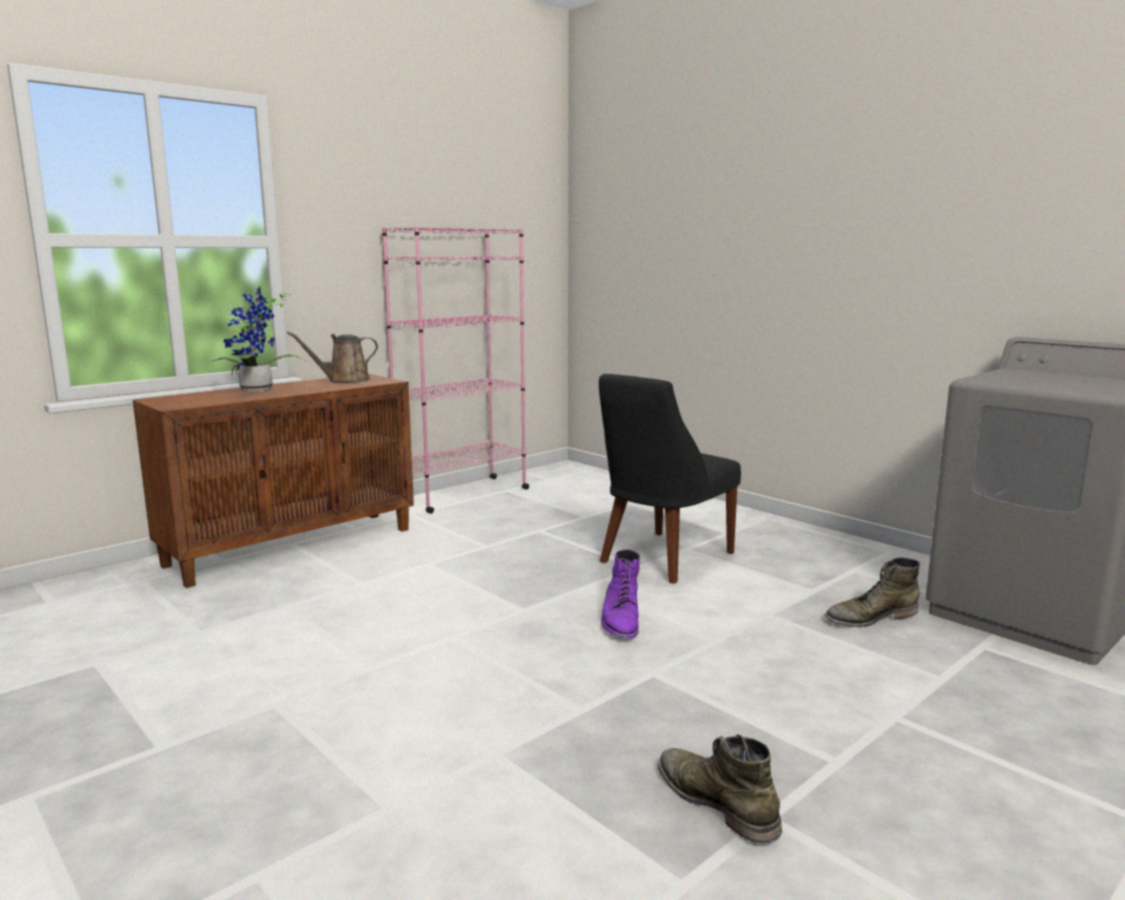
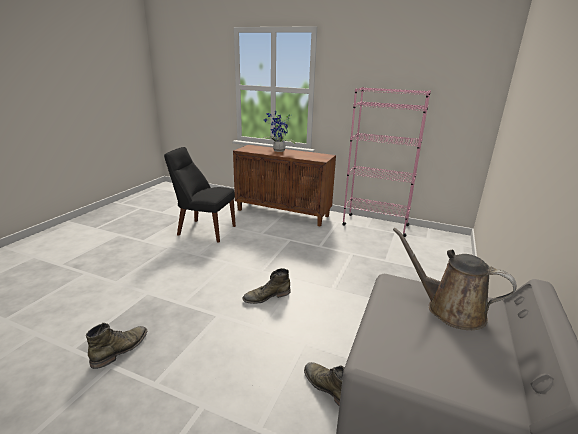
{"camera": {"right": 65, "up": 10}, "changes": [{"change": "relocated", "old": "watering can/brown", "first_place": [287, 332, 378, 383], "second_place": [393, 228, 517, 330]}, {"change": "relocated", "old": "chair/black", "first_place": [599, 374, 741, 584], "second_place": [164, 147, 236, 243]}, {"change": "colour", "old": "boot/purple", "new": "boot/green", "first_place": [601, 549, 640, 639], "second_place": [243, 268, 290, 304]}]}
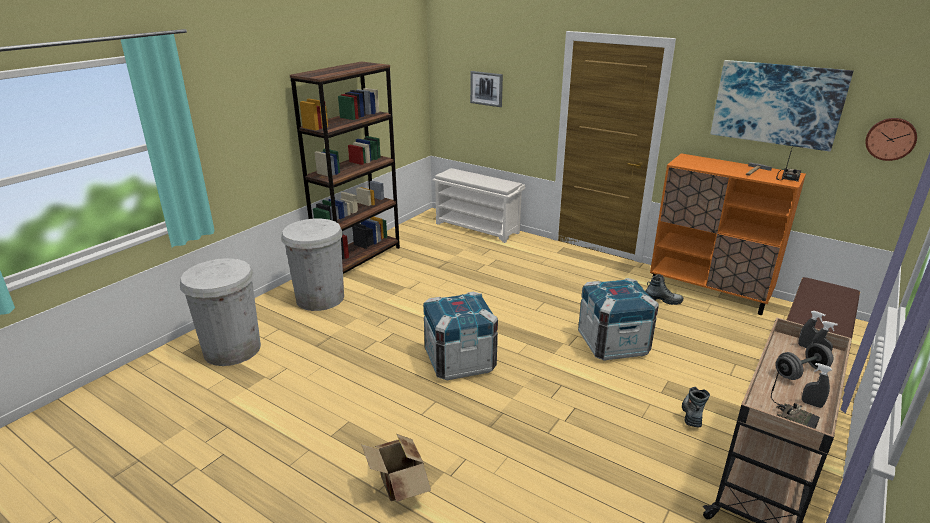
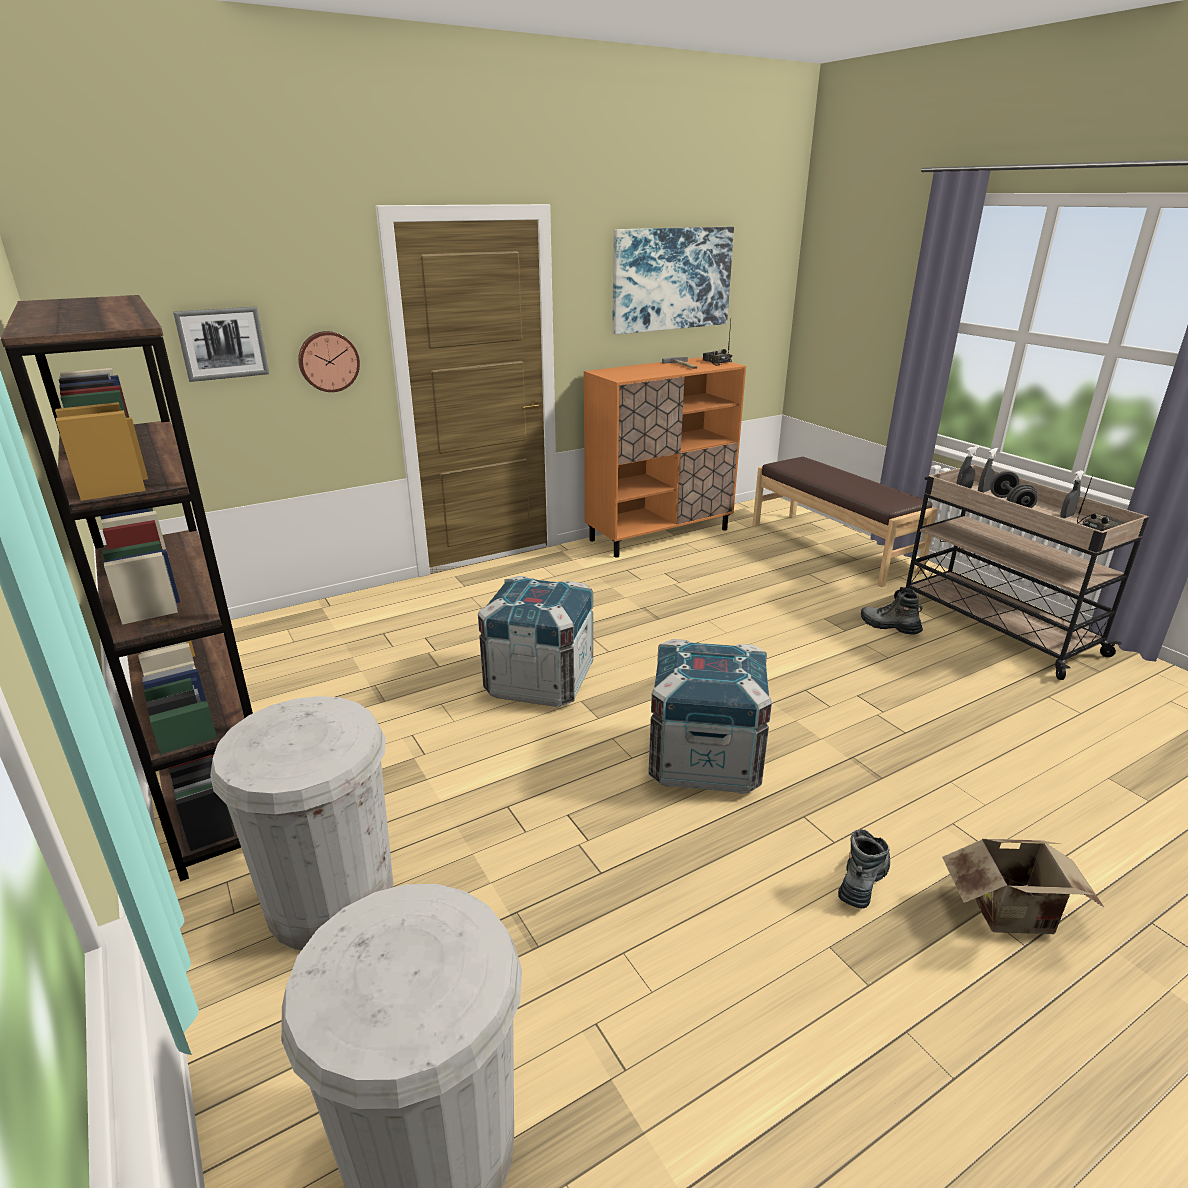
{"camera": {"right": -65, "up": 0}, "changes": [{"change": "relocated", "old": "wall clock", "first_place": [865, 118, 917, 161], "second_place": [298, 331, 360, 392]}, {"change": "missing", "old": "shoe rack/white", "first_place": [432, 168, 525, 243]}, {"change": "relocated", "old": "boot", "first_place": [645, 274, 683, 305], "second_place": [838, 829, 890, 909]}, {"change": "relocated", "old": "crate", "first_place": [578, 278, 659, 361], "second_place": [478, 576, 593, 707]}]}
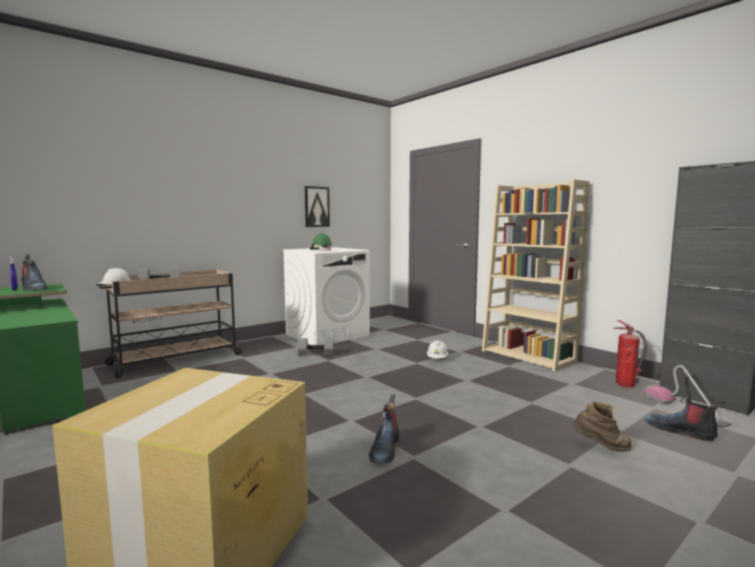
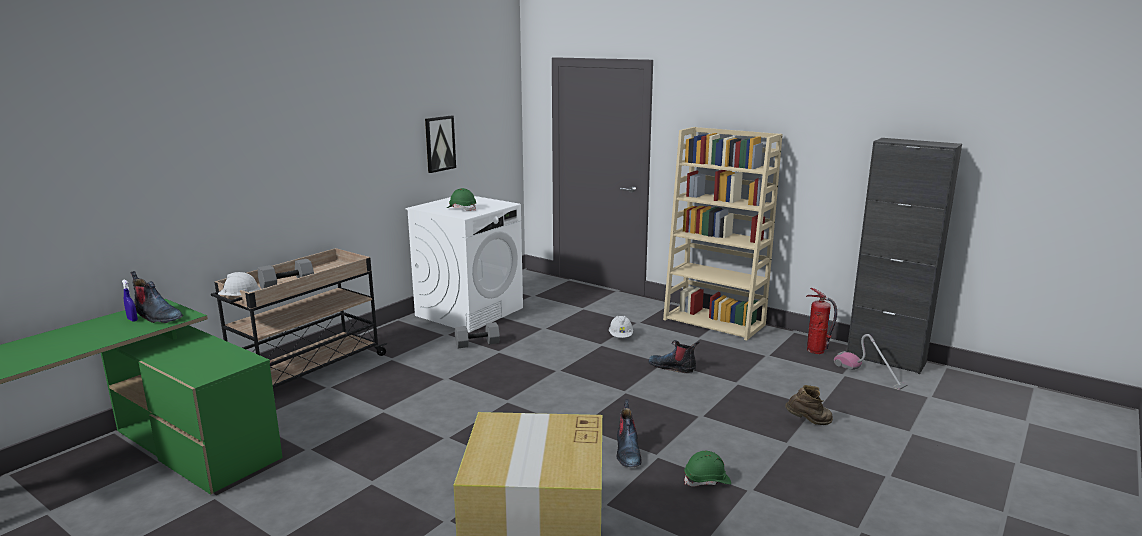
{"camera": {"right": -15, "up": 10}, "changes": [{"change": "relocated", "old": "boot", "first_place": [645, 397, 725, 441], "second_place": [648, 340, 700, 373]}, {"change": "appeared", "new": "hard hat/green", "second_place": [684, 451, 731, 487]}]}
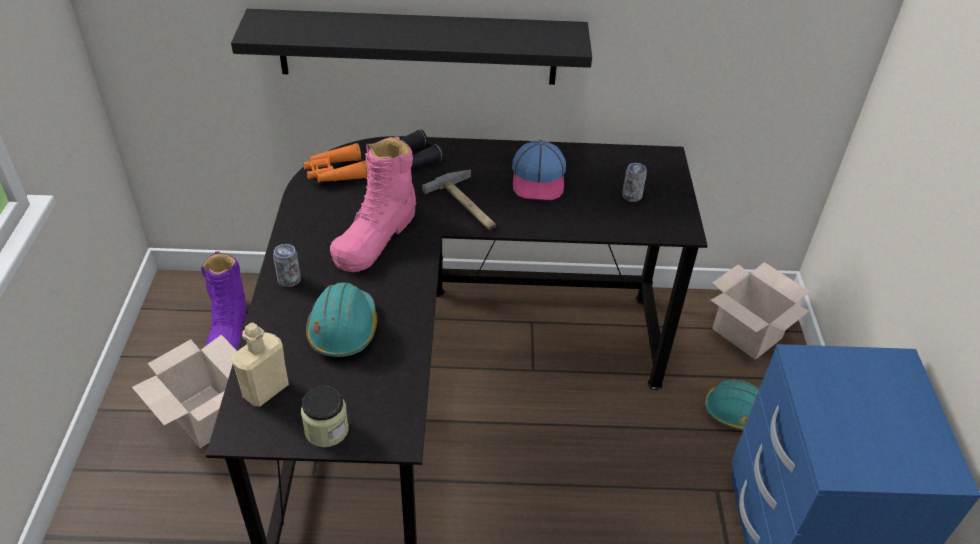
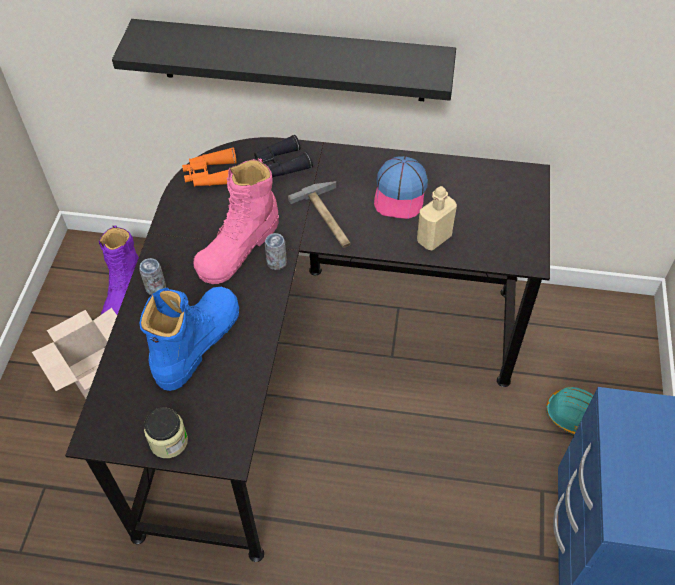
{"camera": {"right": 10, "up": 10}, "changes": [{"change": "relocated", "old": "can", "first_place": [622, 163, 647, 202], "second_place": [265, 233, 287, 270]}, {"change": "missing", "old": "cardboard box", "first_place": [711, 262, 810, 360]}, {"change": "exchanged", "old": "hard hat/turquoise", "new": "boot/blue", "first_place": [306, 283, 377, 357], "second_place": [139, 287, 239, 391]}, {"change": "relocated", "old": "bottle/beige", "first_place": [231, 322, 289, 407], "second_place": [417, 186, 457, 251]}]}
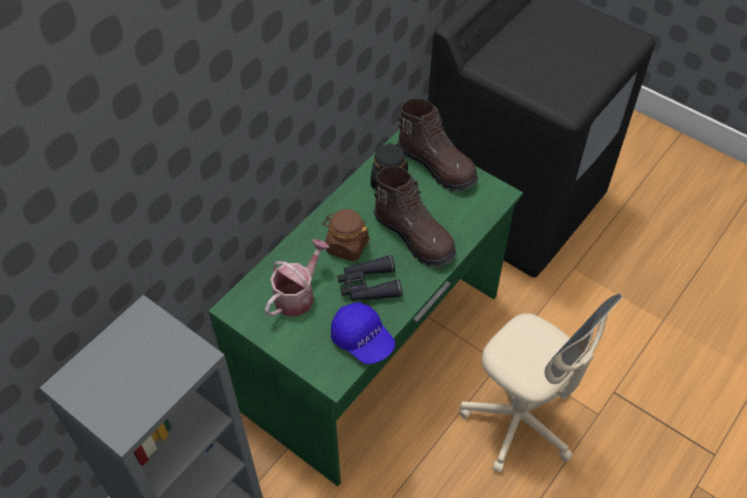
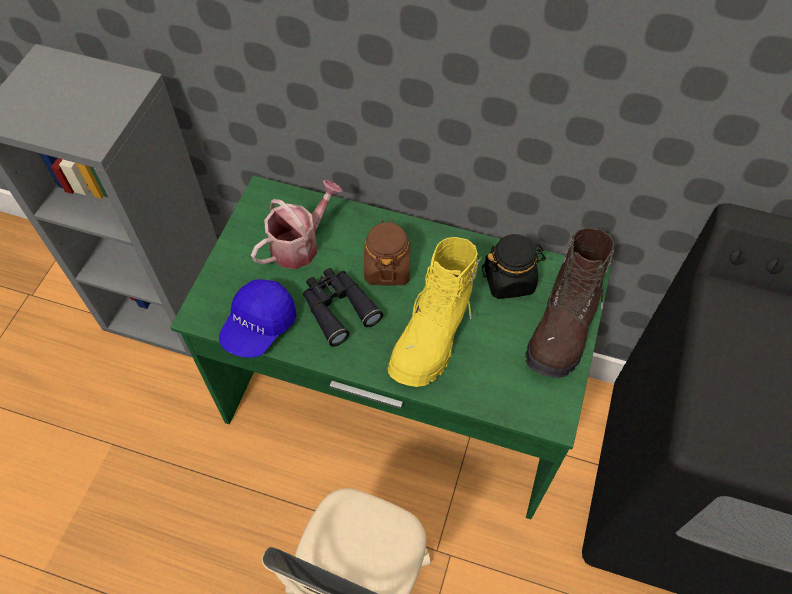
{"camera": {"right": 70, "up": 5}, "changes": [{"change": "colour", "old": "boot/brown", "new": "boot/yellow", "first_place": [374, 166, 456, 268], "second_place": [388, 237, 482, 387]}, {"change": "spun", "old": "watering can", "first_place": [265, 239, 329, 316], "second_place": [251, 180, 343, 269], "degrees": -60}]}
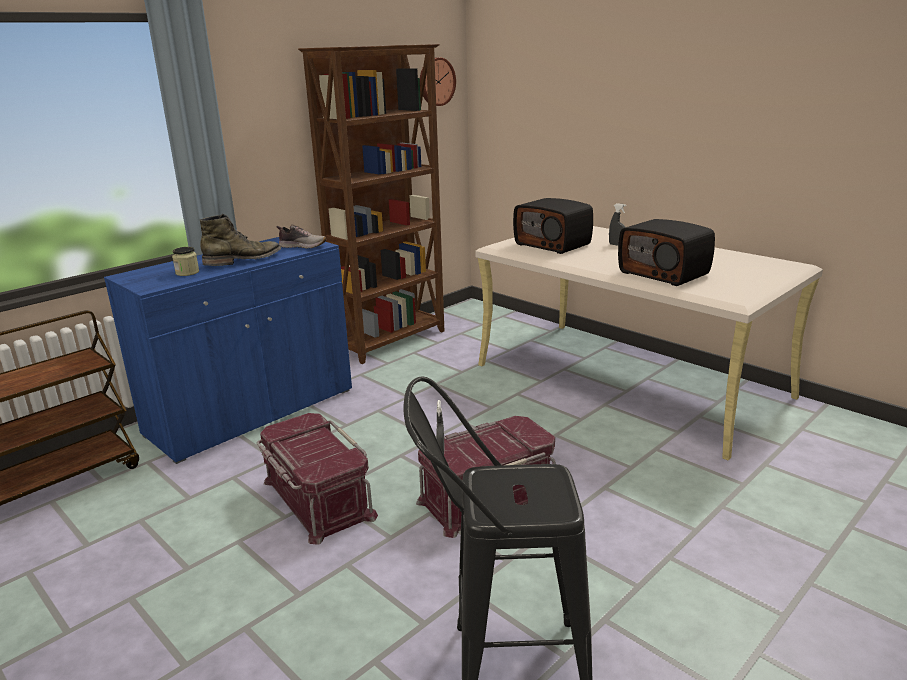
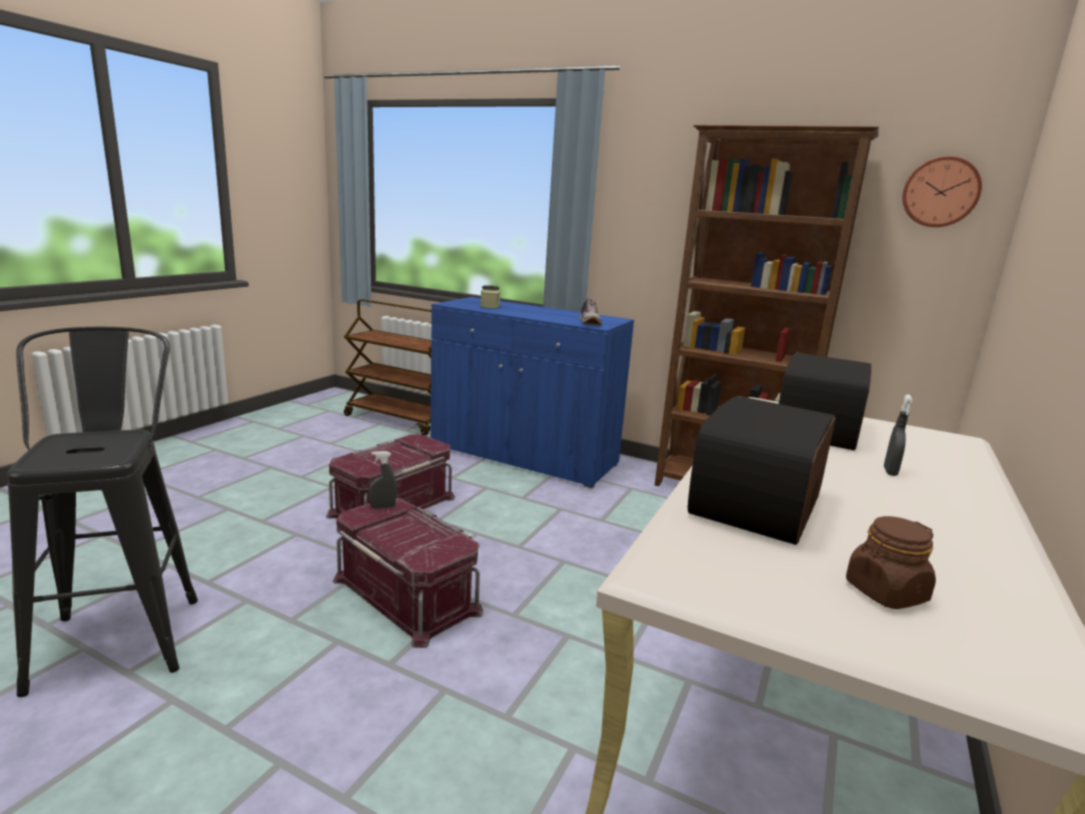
{"camera": {"right": 70, "up": -5}, "changes": [{"change": "missing", "old": "boot/green", "first_place": [200, 214, 281, 266]}, {"change": "appeared", "new": "jar/brown", "second_place": [846, 516, 936, 609]}]}
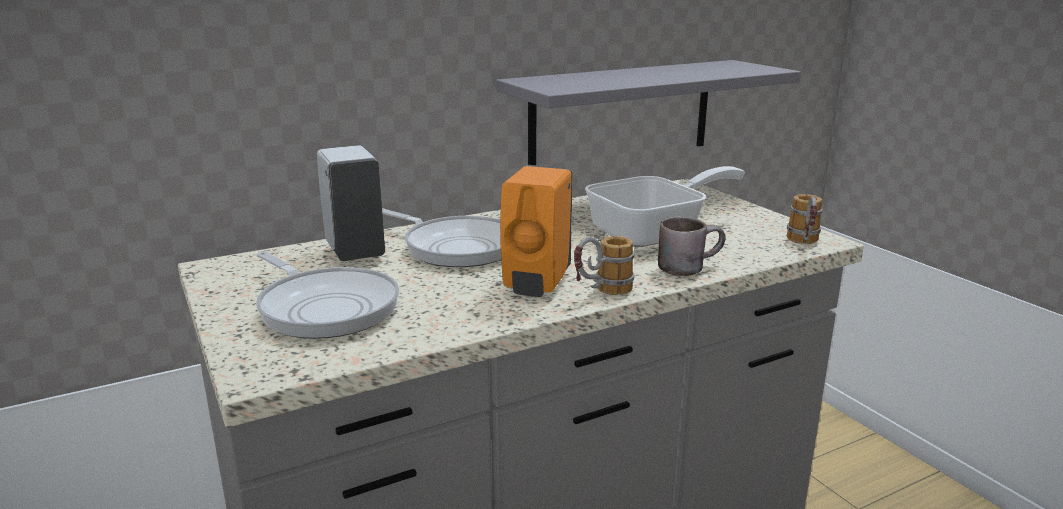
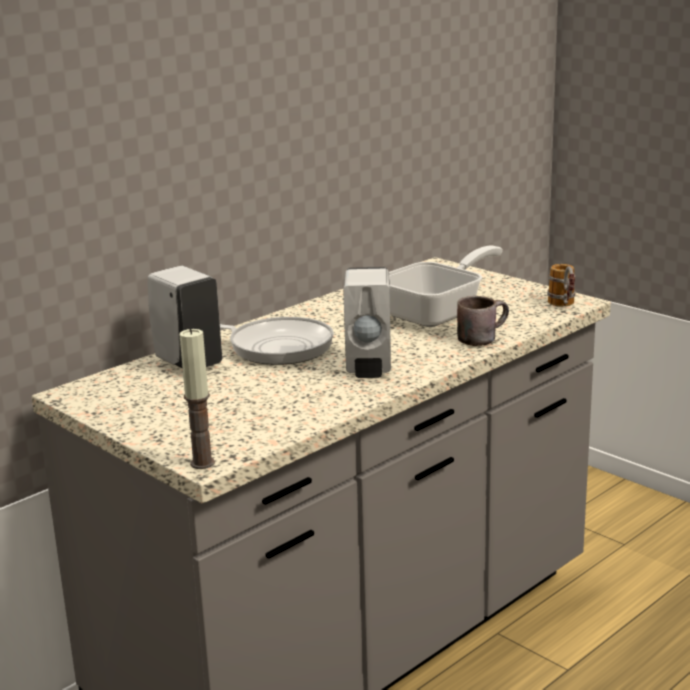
{"camera": {"right": -15, "up": 0}, "changes": [{"change": "missing", "old": "shelf/grey", "first_place": [496, 60, 801, 165]}, {"change": "colour", "old": "soap dispenser/orange", "new": "soap dispenser/white", "first_place": [500, 165, 573, 297], "second_place": [343, 267, 391, 378]}, {"change": "missing", "old": "mug", "first_place": [574, 236, 635, 295]}, {"change": "missing", "old": "frying pan", "first_place": [256, 251, 399, 339]}, {"change": "appeared", "new": "candle", "second_place": [180, 328, 215, 469]}]}
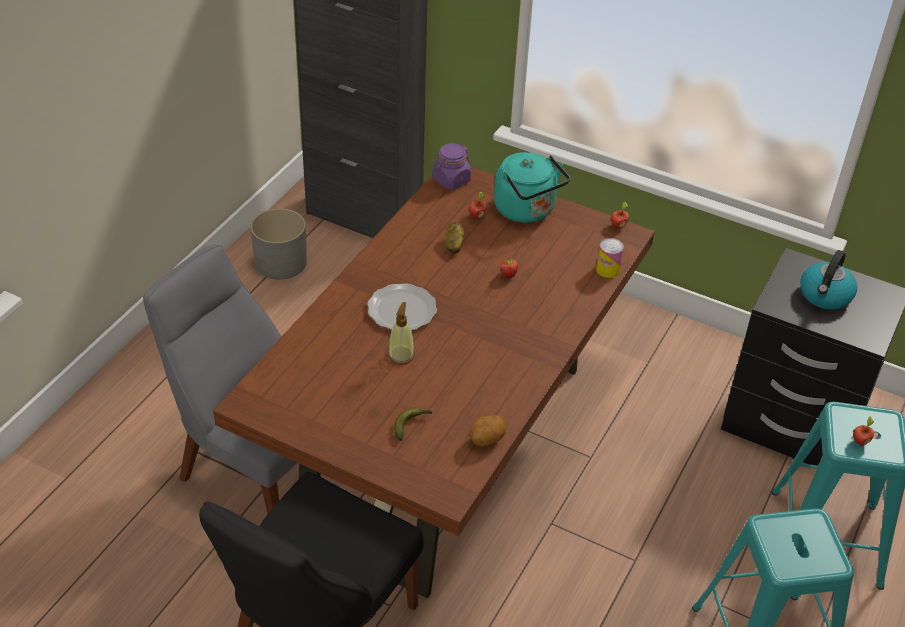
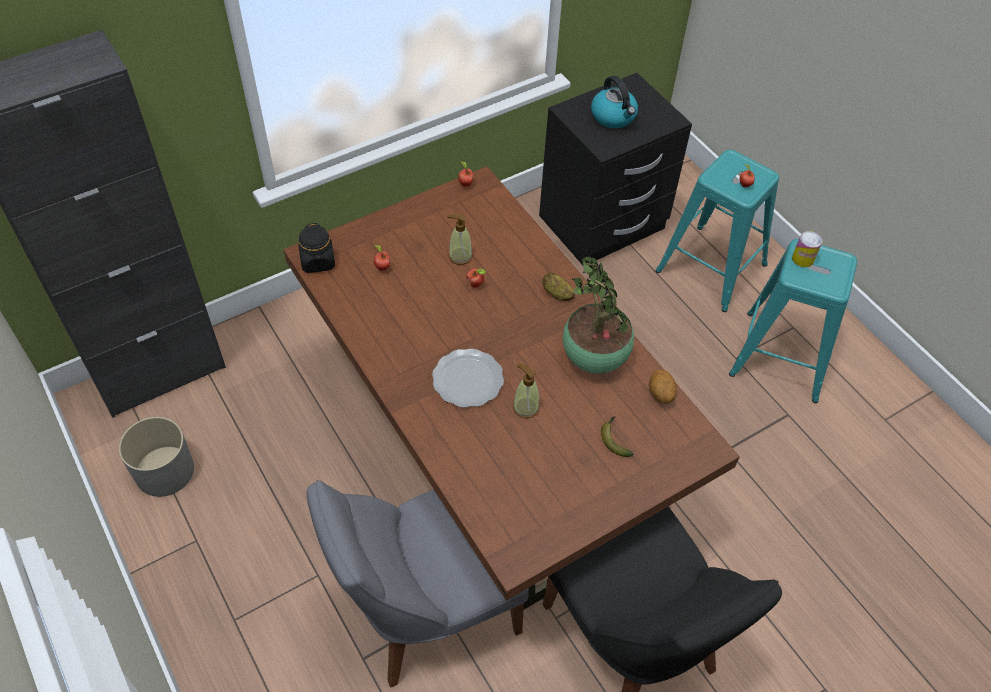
{"camera": {"right": -60, "up": 10}, "changes": [{"change": "colour", "old": "jar/purple", "new": "jar/black", "first_place": [432, 143, 471, 190], "second_place": [299, 223, 335, 273]}, {"change": "missing", "old": "kettle/turquoise", "first_place": [494, 152, 570, 223]}, {"change": "relocated", "old": "potato", "first_place": [445, 222, 464, 254], "second_place": [543, 273, 575, 301]}, {"change": "relocated", "old": "can", "first_place": [596, 238, 624, 278], "second_place": [792, 231, 822, 267]}, {"change": "appeared", "new": "soap dispenser", "second_place": [447, 214, 472, 265]}, {"change": "appeared", "new": "potted plant", "second_place": [563, 257, 634, 374]}]}
